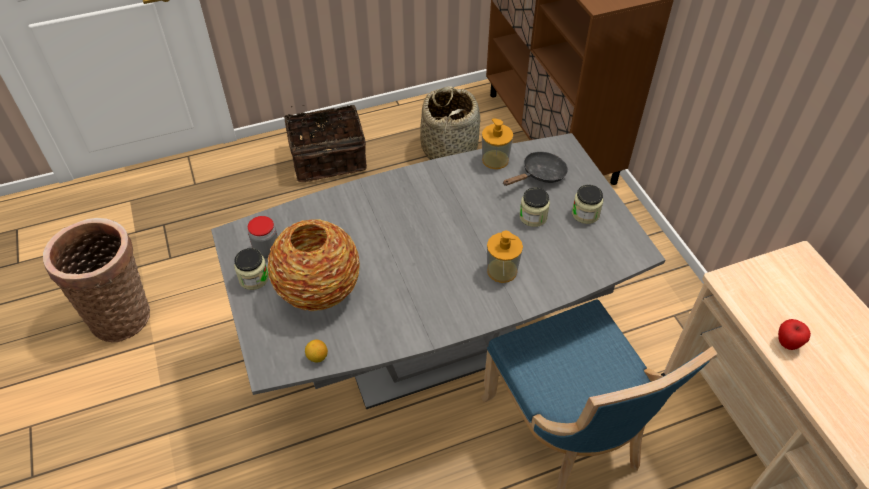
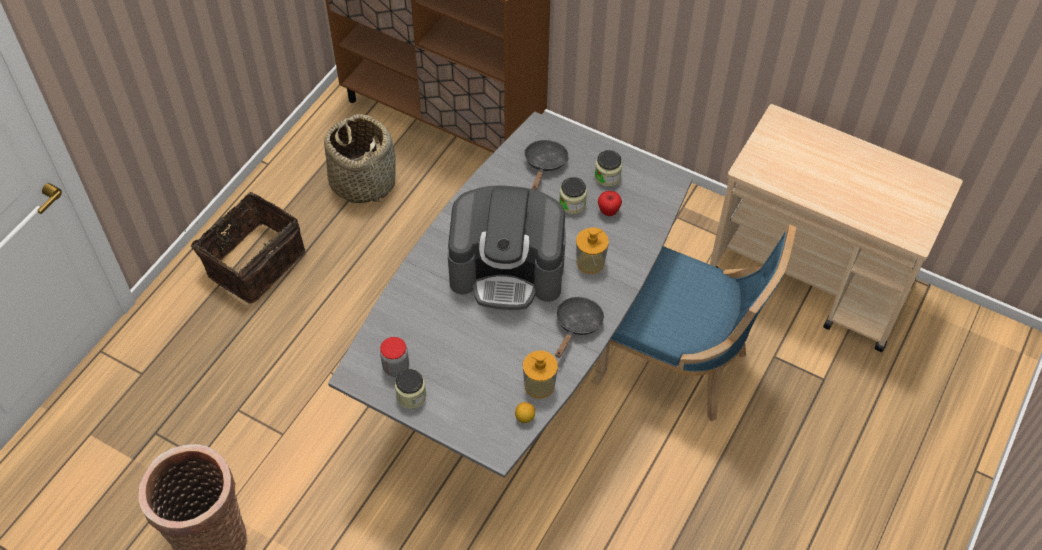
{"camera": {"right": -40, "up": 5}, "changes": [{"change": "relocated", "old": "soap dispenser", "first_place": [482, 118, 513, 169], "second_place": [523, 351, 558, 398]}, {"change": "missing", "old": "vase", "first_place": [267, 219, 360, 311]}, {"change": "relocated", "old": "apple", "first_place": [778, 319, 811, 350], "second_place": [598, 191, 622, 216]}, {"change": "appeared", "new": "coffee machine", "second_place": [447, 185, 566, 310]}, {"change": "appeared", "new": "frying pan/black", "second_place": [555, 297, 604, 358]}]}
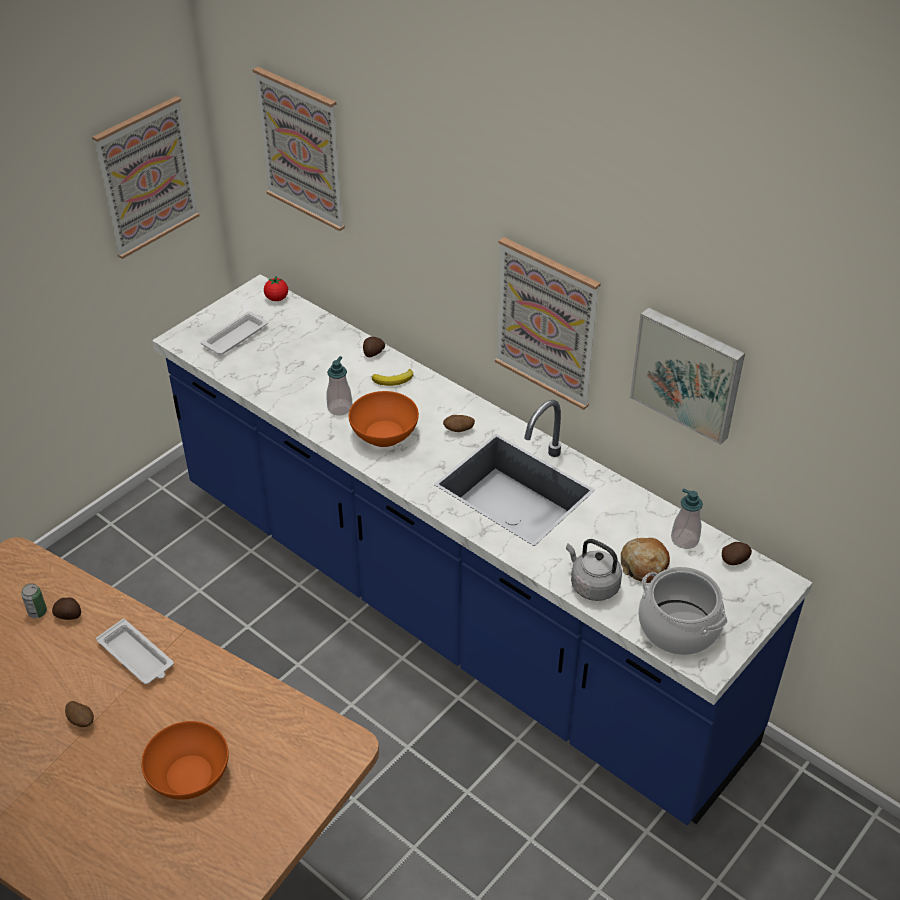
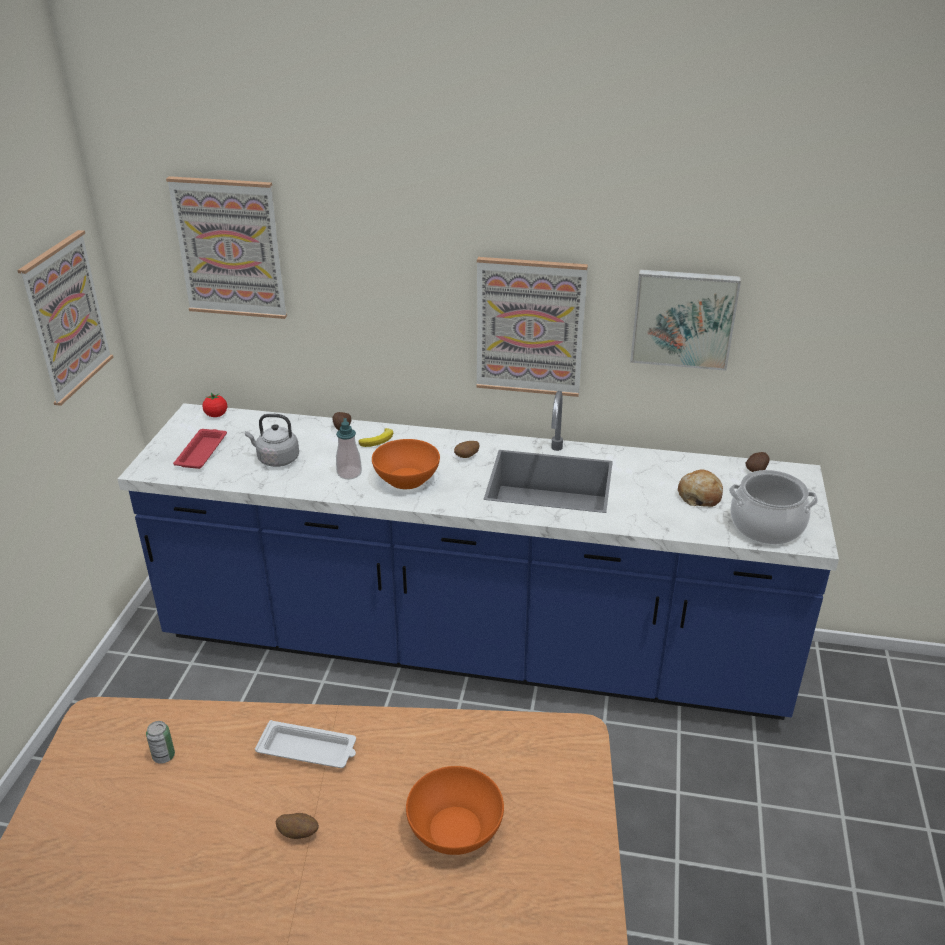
{"camera": {"right": -30, "up": -10}, "changes": [{"change": "colour", "old": "tray/white", "new": "tray/red", "first_place": [201, 311, 268, 355], "second_place": [173, 429, 227, 469]}, {"change": "missing", "old": "soap dispenser", "first_place": [671, 489, 703, 549]}, {"change": "relocated", "old": "kettle/grey", "first_place": [566, 539, 622, 601], "second_place": [245, 414, 299, 467]}, {"change": "missing", "old": "potato", "first_place": [52, 597, 81, 620]}]}
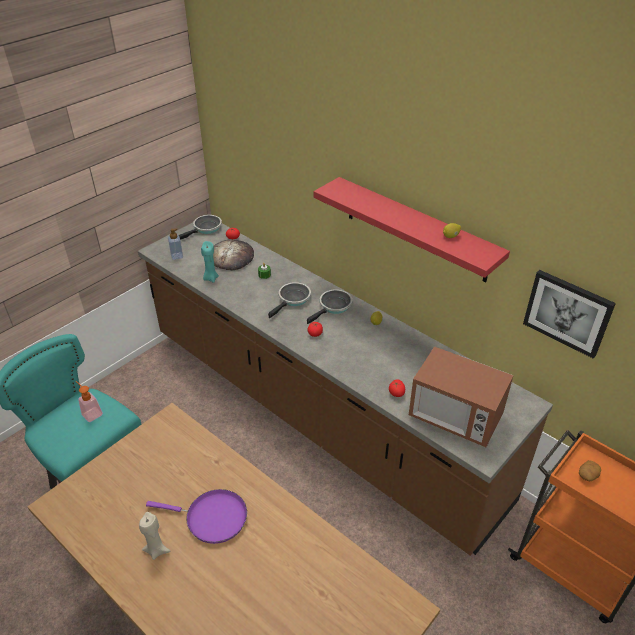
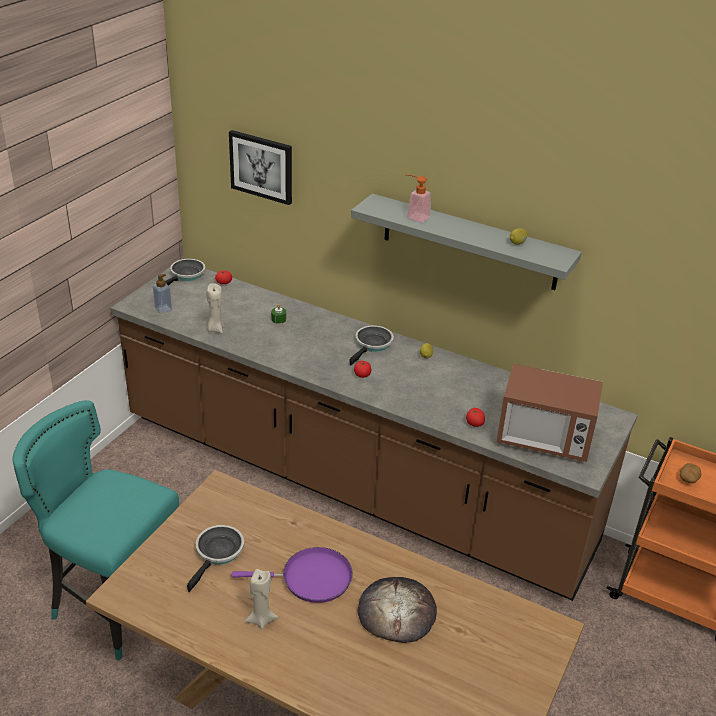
{"camera": {"right": -15, "up": -5}, "changes": [{"change": "colour", "old": "shelf/red", "new": "shelf/grey", "first_place": [314, 177, 510, 282], "second_place": [351, 194, 582, 290]}, {"change": "relocated", "old": "bread", "first_place": [213, 240, 254, 270], "second_place": [357, 577, 437, 643]}, {"change": "colour", "old": "candle/turquoise", "new": "candle/beige", "first_place": [201, 241, 219, 283], "second_place": [207, 283, 225, 333]}, {"change": "relocated", "old": "picture", "first_place": [523, 270, 616, 358], "second_place": [229, 130, 292, 205]}, {"change": "relocated", "old": "frying pan", "first_place": [268, 282, 311, 319], "second_place": [187, 525, 244, 592]}, {"change": "relocated", "old": "soap dispenser", "first_place": [76, 381, 103, 422], "second_place": [406, 175, 431, 223]}]}
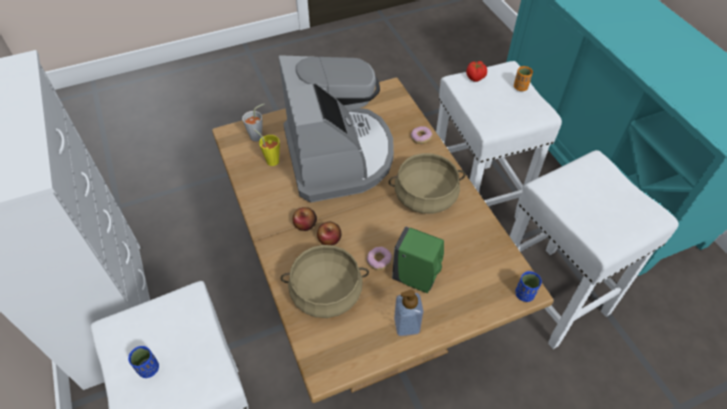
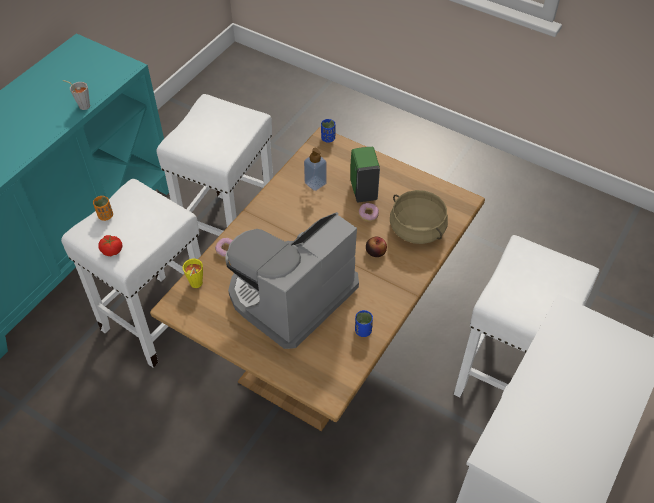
{"camera": {"right": -125, "up": 0}, "changes": [{"change": "relocated", "old": "cup/grey", "first_place": [242, 104, 265, 142], "second_place": [62, 80, 90, 110]}, {"change": "relocated", "old": "cup/yellow", "first_place": [254, 129, 280, 166], "second_place": [183, 259, 203, 288]}, {"change": "missing", "old": "cooking pot/beige", "first_place": [389, 153, 465, 214]}, {"change": "missing", "old": "apple", "first_place": [293, 207, 317, 231]}, {"change": "relocated", "old": "soap dispenser", "first_place": [394, 290, 424, 336], "second_place": [304, 148, 327, 191]}, {"change": "relocated", "old": "cup/blue", "first_place": [128, 346, 159, 378], "second_place": [355, 310, 373, 337]}]}
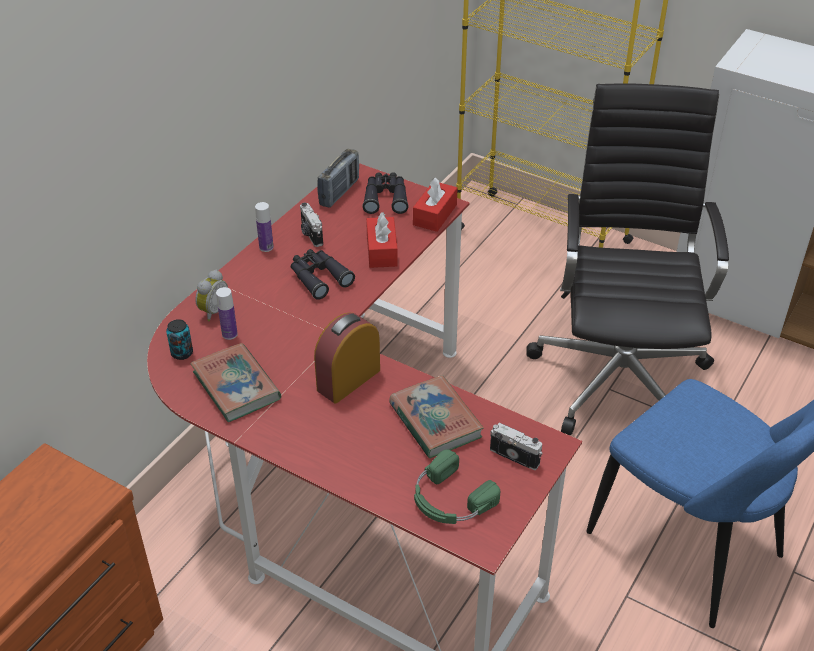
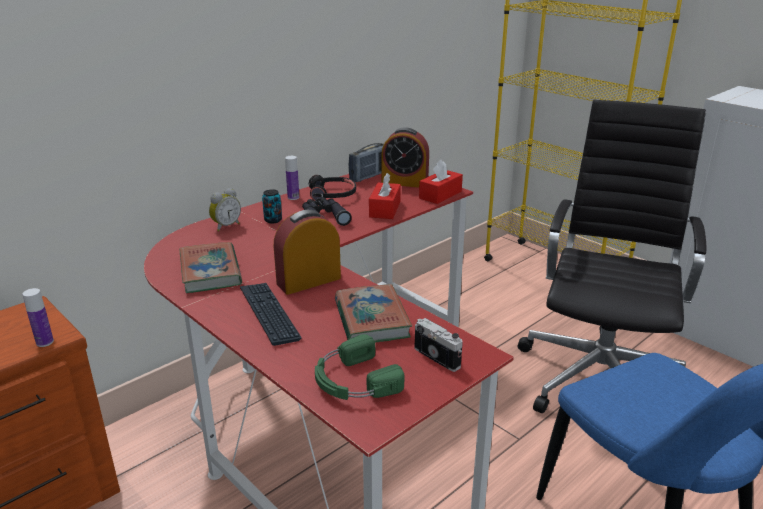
{"camera": {"right": 15, "up": -15}, "changes": [{"change": "exchanged", "old": "binoculars/black", "new": "alarm clock", "first_place": [363, 172, 409, 214], "second_place": [382, 127, 429, 188]}, {"change": "exchanged", "old": "photo camera", "new": "headphones/black", "first_place": [300, 203, 323, 247], "second_place": [309, 175, 356, 201]}, {"change": "relocated", "old": "bottle", "first_place": [216, 287, 238, 340], "second_place": [23, 288, 54, 347]}, {"change": "relocated", "old": "can", "first_place": [166, 319, 193, 360], "second_place": [262, 189, 282, 223]}, {"change": "appeared", "new": "keyboard", "second_place": [240, 283, 302, 346]}]}
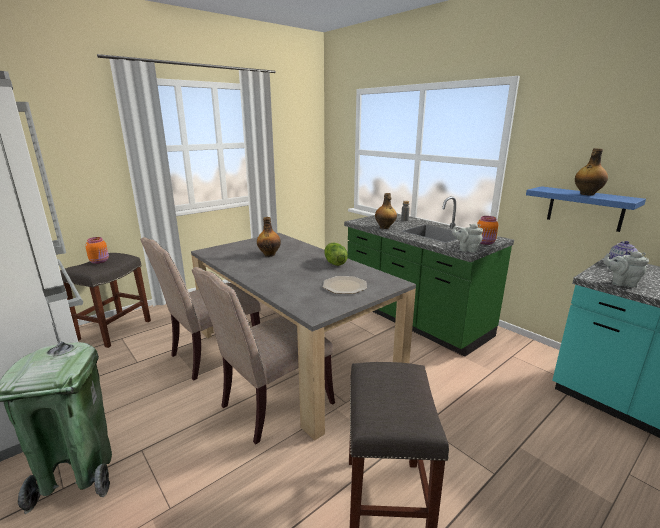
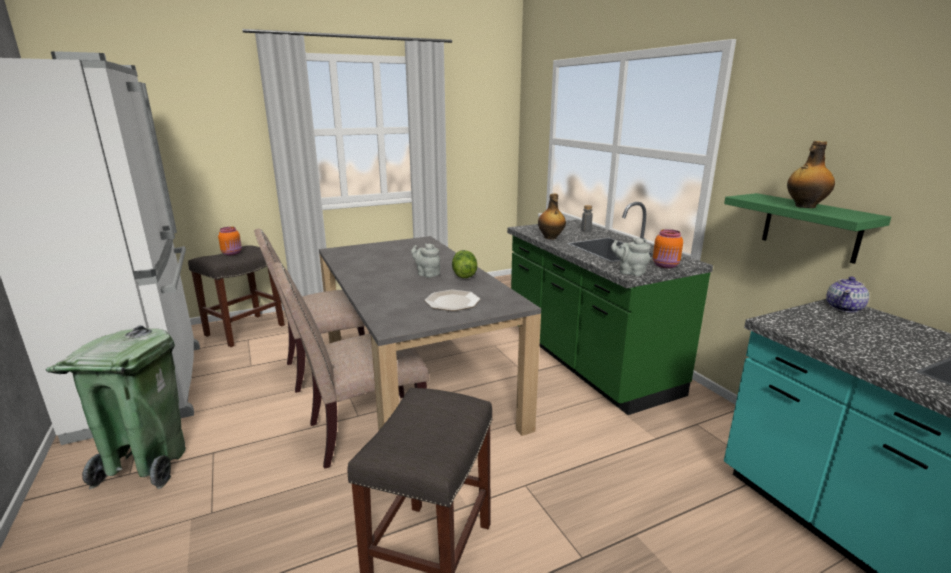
{"camera": {"right": 15, "up": 0}, "changes": [{"change": "colour", "old": "shelf/blue", "new": "shelf/green", "first_place": [526, 186, 646, 232], "second_place": [724, 193, 891, 264]}, {"change": "missing", "old": "bottle", "first_place": [257, 217, 281, 257]}, {"change": "relocated", "old": "teapot/grey", "first_place": [603, 251, 649, 288], "second_place": [411, 243, 440, 278]}]}
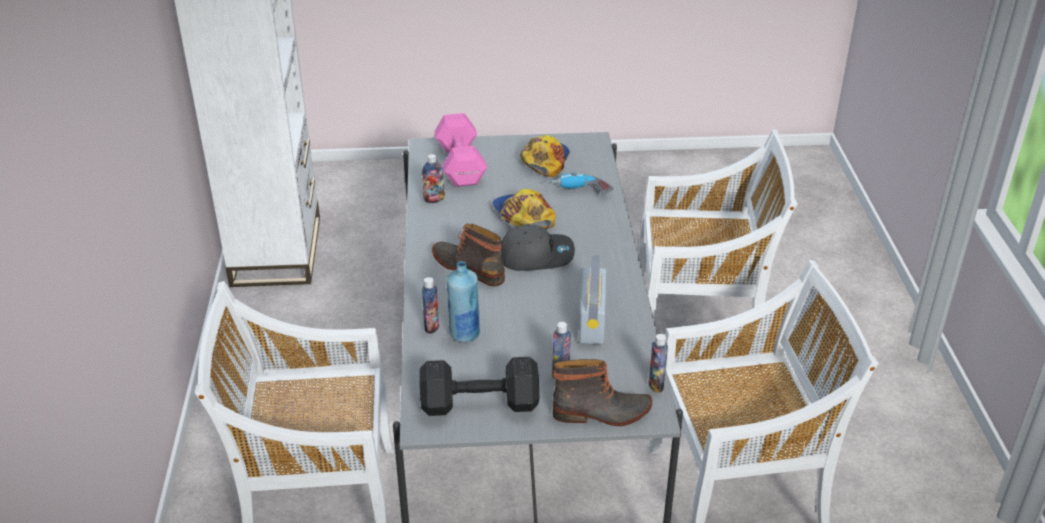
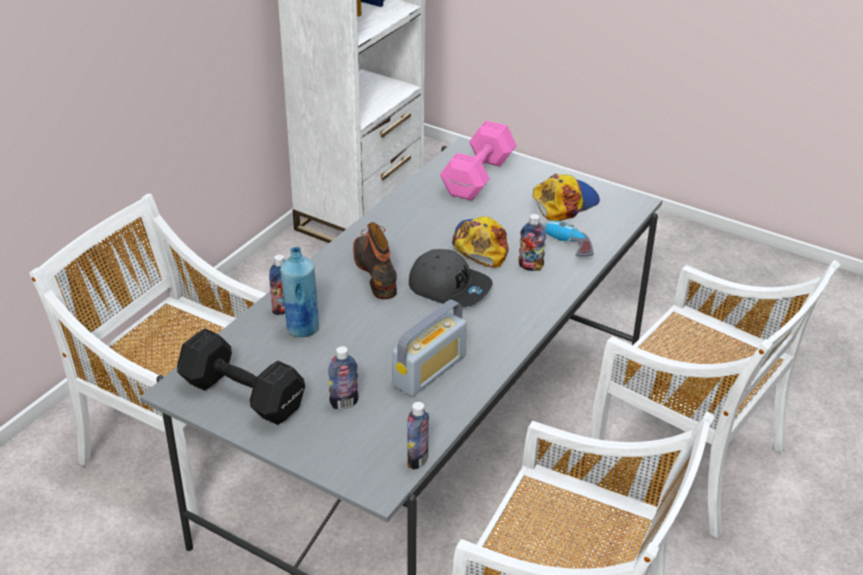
{"camera": {"right": 35, "up": 0}, "changes": [{"change": "relocated", "old": "bottle", "first_place": [422, 154, 445, 203], "second_place": [518, 214, 546, 271]}, {"change": "missing", "old": "boot", "first_place": [553, 359, 652, 426]}]}
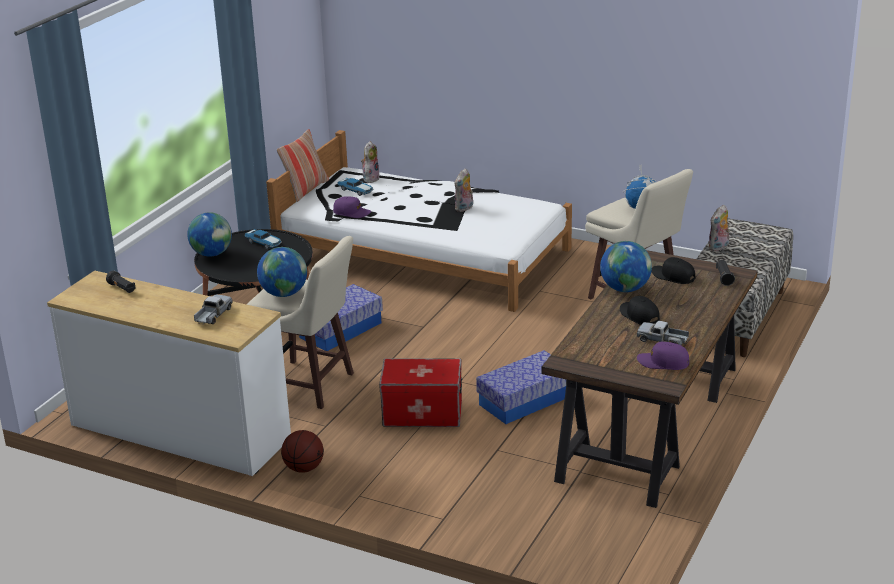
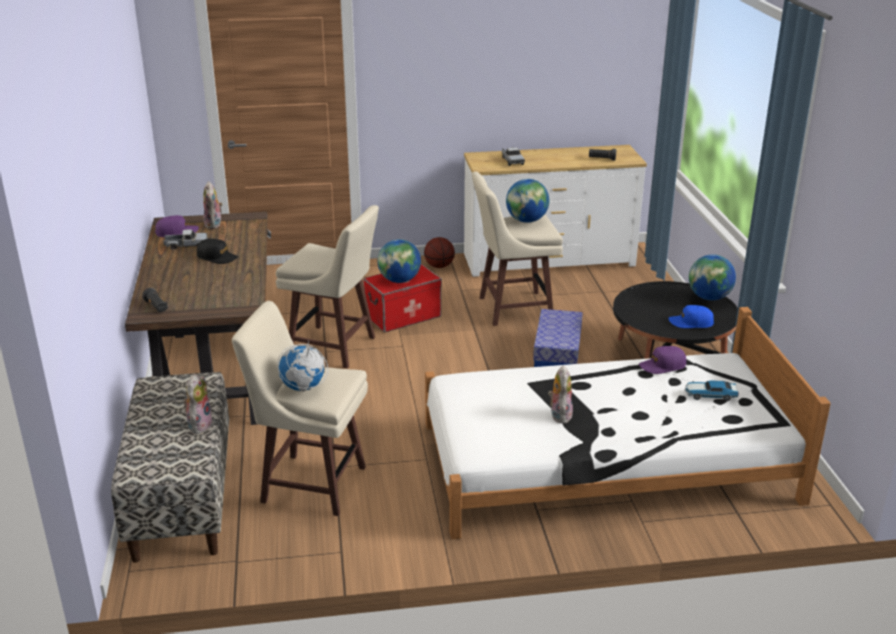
{"camera": {"right": 145, "up": 0}, "changes": [{"change": "missing", "old": "pillow", "first_place": [277, 129, 329, 202]}, {"change": "relocated", "old": "plush toy", "first_place": [361, 141, 380, 183], "second_place": [203, 181, 223, 229]}, {"change": "exchanged", "old": "toy car", "new": "cap/blue", "first_place": [245, 229, 282, 249], "second_place": [668, 305, 714, 328]}, {"change": "relocated", "old": "globe", "first_place": [600, 241, 652, 292], "second_place": [378, 239, 421, 283]}, {"change": "missing", "old": "cap/black", "first_place": [651, 257, 695, 284]}, {"change": "exchanged", "old": "storage box", "new": "stool/beige", "first_place": [476, 350, 566, 424], "second_place": [276, 205, 379, 368]}]}
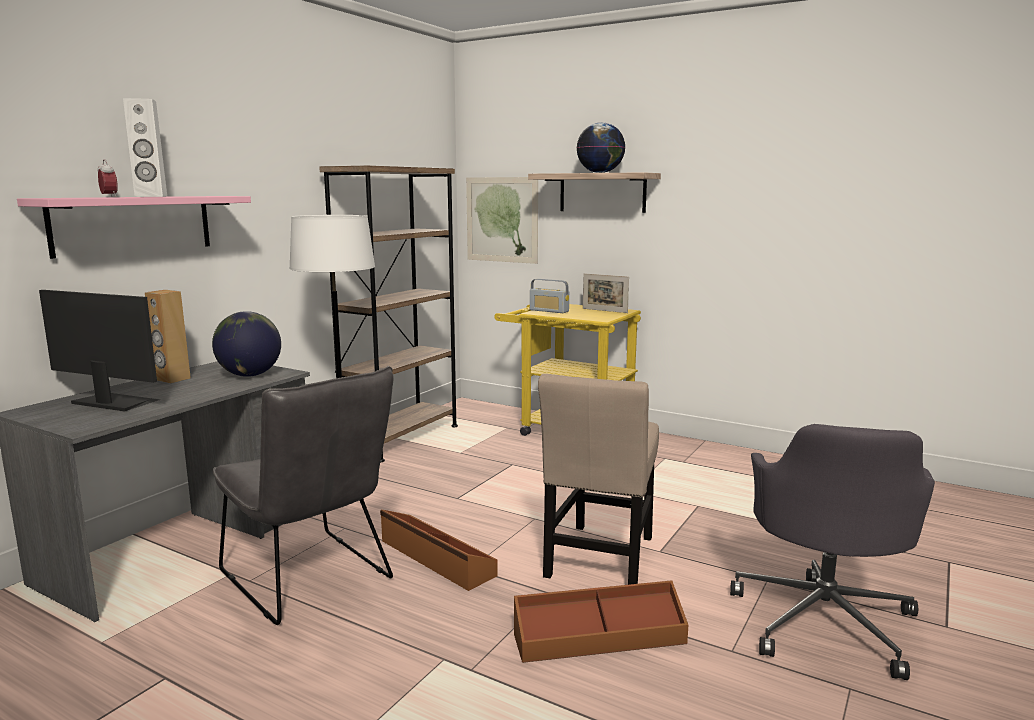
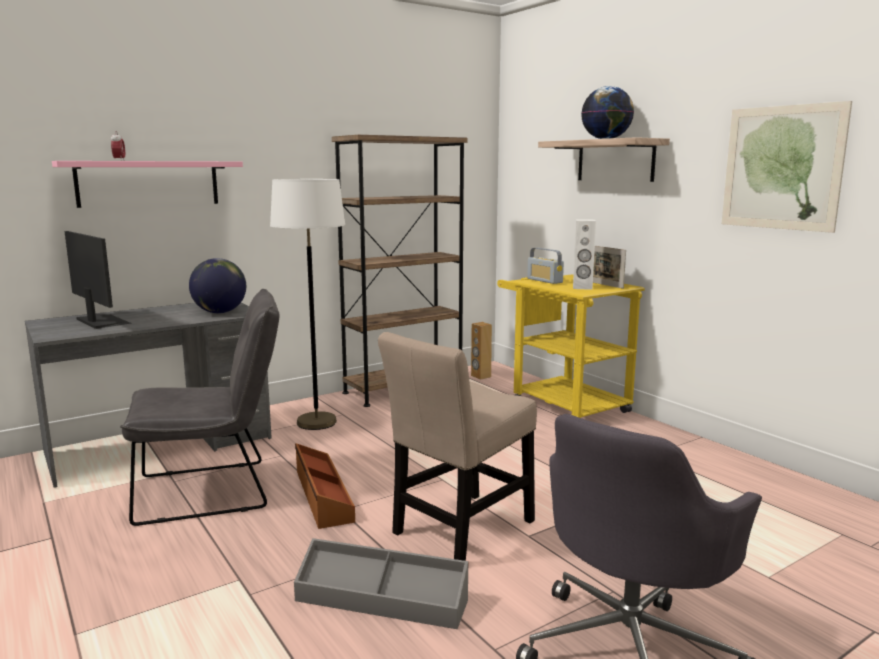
{"camera": {"right": 25, "up": 0}, "changes": [{"change": "relocated", "old": "speaker/white", "first_place": [123, 98, 167, 197], "second_place": [573, 219, 596, 290]}, {"change": "relocated", "old": "picture", "first_place": [466, 177, 538, 264], "second_place": [722, 101, 852, 233]}, {"change": "relocated", "old": "speaker/brown", "first_place": [145, 290, 191, 383], "second_place": [471, 322, 492, 380]}, {"change": "spun", "old": "chair/grey", "first_place": [213, 366, 394, 625], "second_place": [120, 289, 280, 526], "degrees": -90}, {"change": "colour", "old": "storage box/brown", "new": "storage box/grey", "first_place": [514, 580, 688, 663], "second_place": [294, 538, 469, 629]}]}
